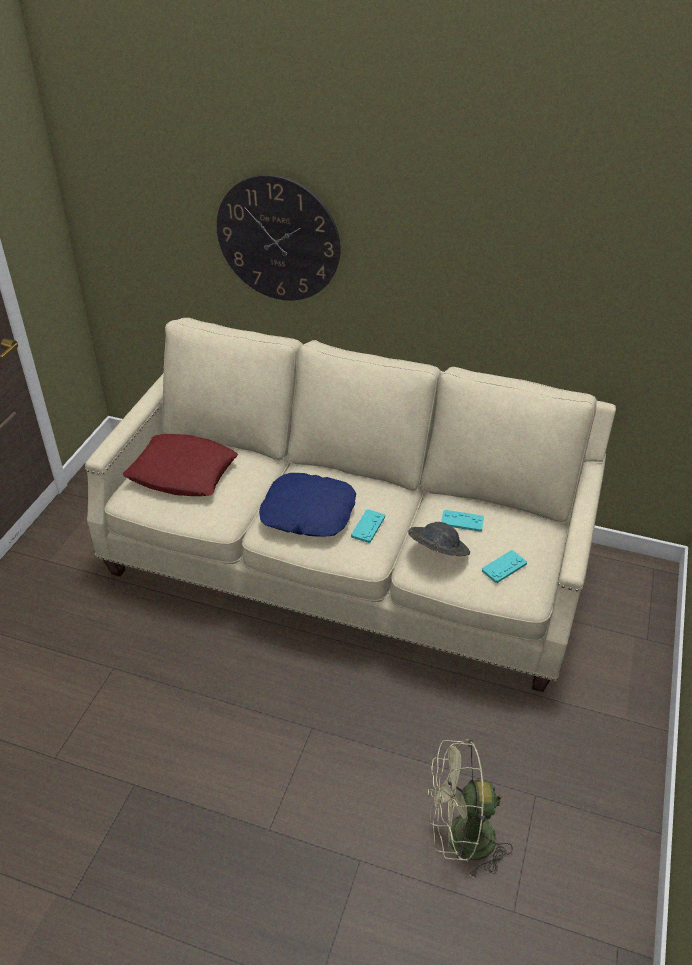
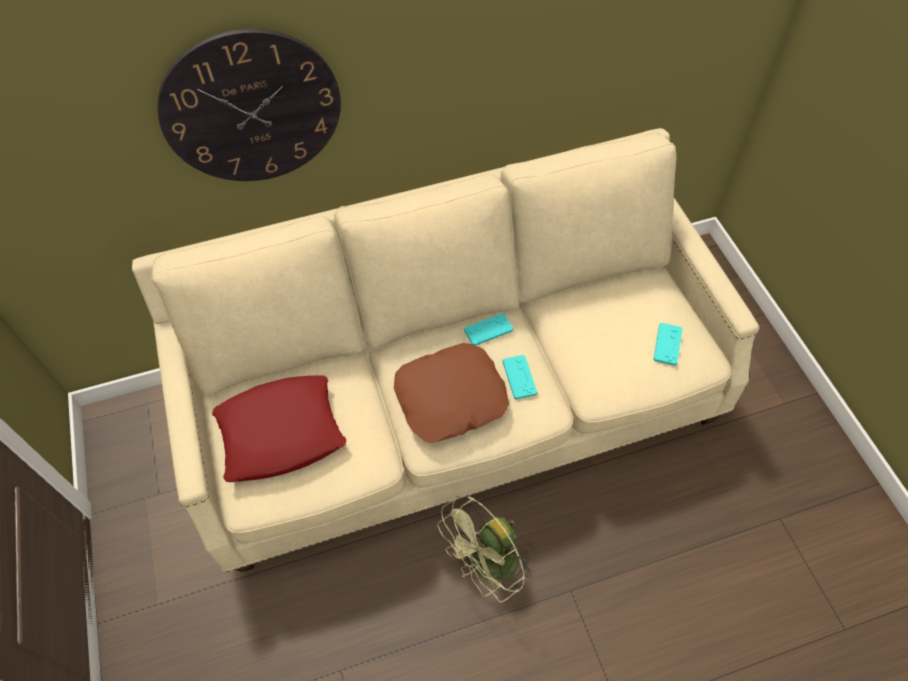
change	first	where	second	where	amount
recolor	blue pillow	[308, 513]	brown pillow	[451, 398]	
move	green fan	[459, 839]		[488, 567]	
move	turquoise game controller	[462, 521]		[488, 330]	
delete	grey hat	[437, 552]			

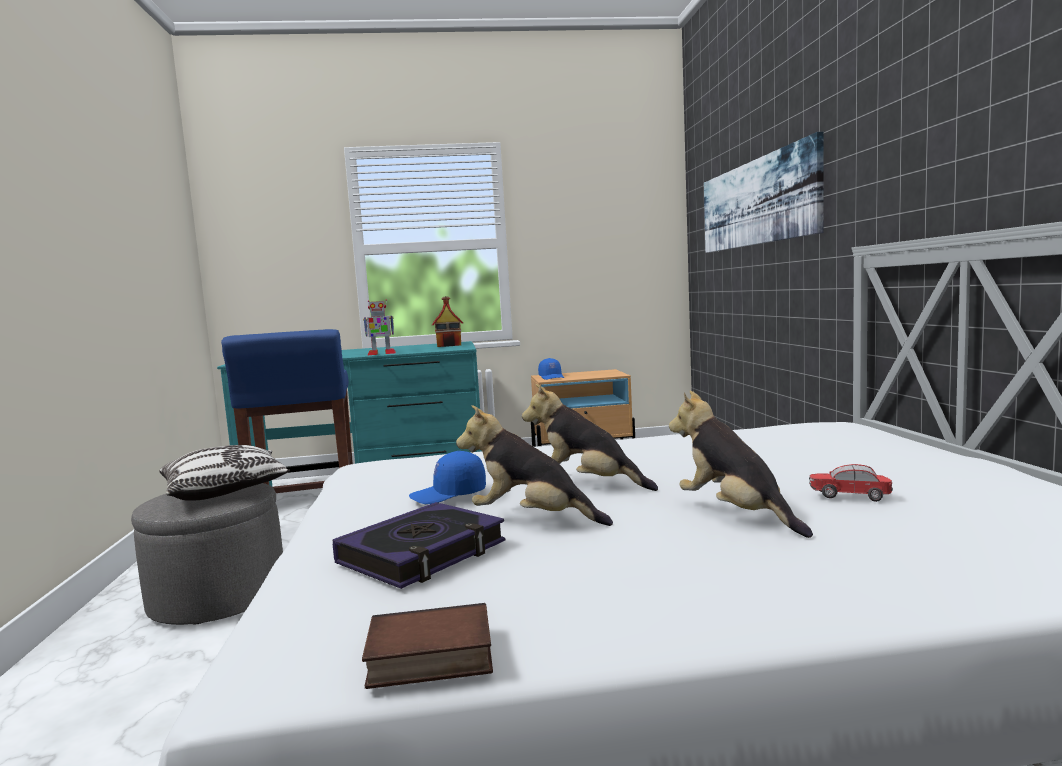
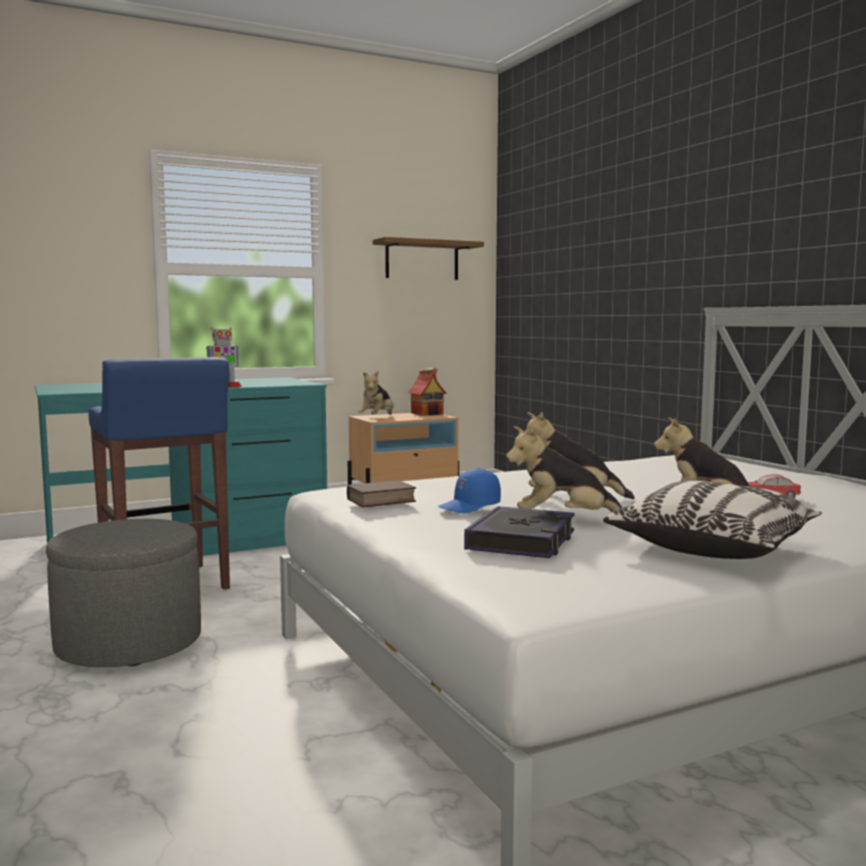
change	first	where	second	where	amount
move	book	[428, 659]		[381, 501]	
replace	blue cap	[552, 377]	plush toy	[377, 418]	
insert			shelf	[422, 260]	
move	toy house	[449, 345]		[428, 413]	
move	pillow	[226, 491]		[712, 547]	
delete	picture	[756, 203]			

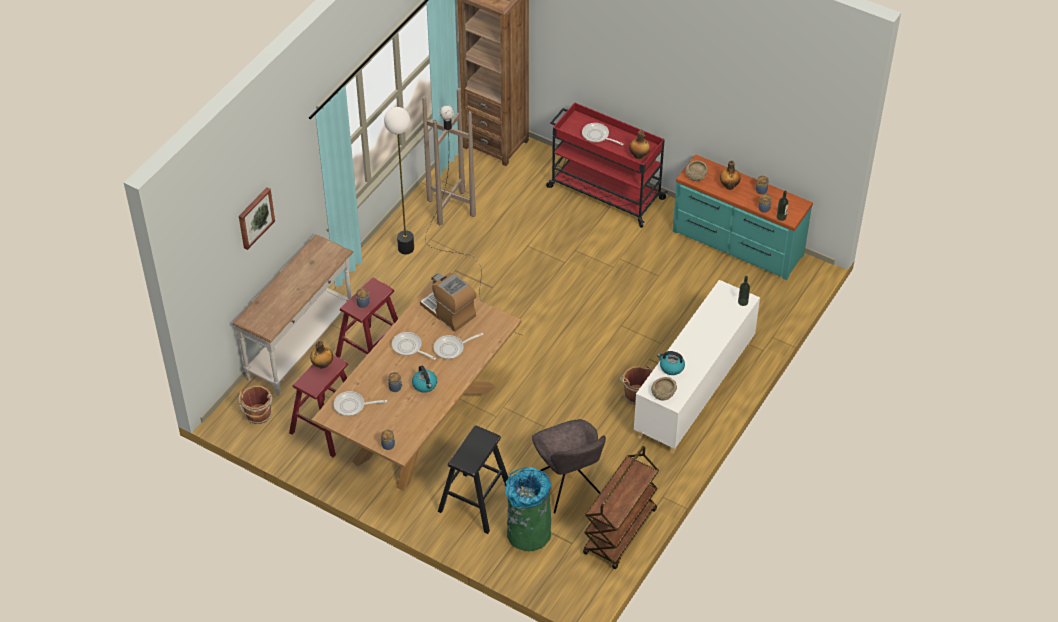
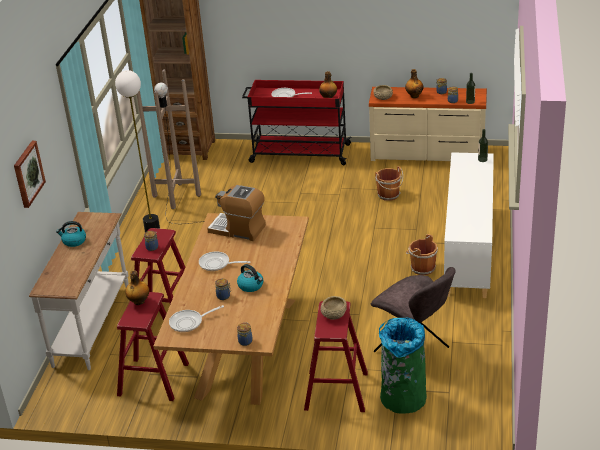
change	first	where	second	where	amount
move	kettle	[671, 367]		[74, 241]	
recolor	black stool	[476, 503]	red stool	[336, 391]	
move	beige bowl	[663, 392]		[333, 313]	
recolor	turquoise dresser	[737, 244]	beige dresser	[427, 154]	
move	brown bucket	[258, 415]		[389, 195]	
delete	frying pan	[451, 348]			
delete	brown cart	[620, 532]			

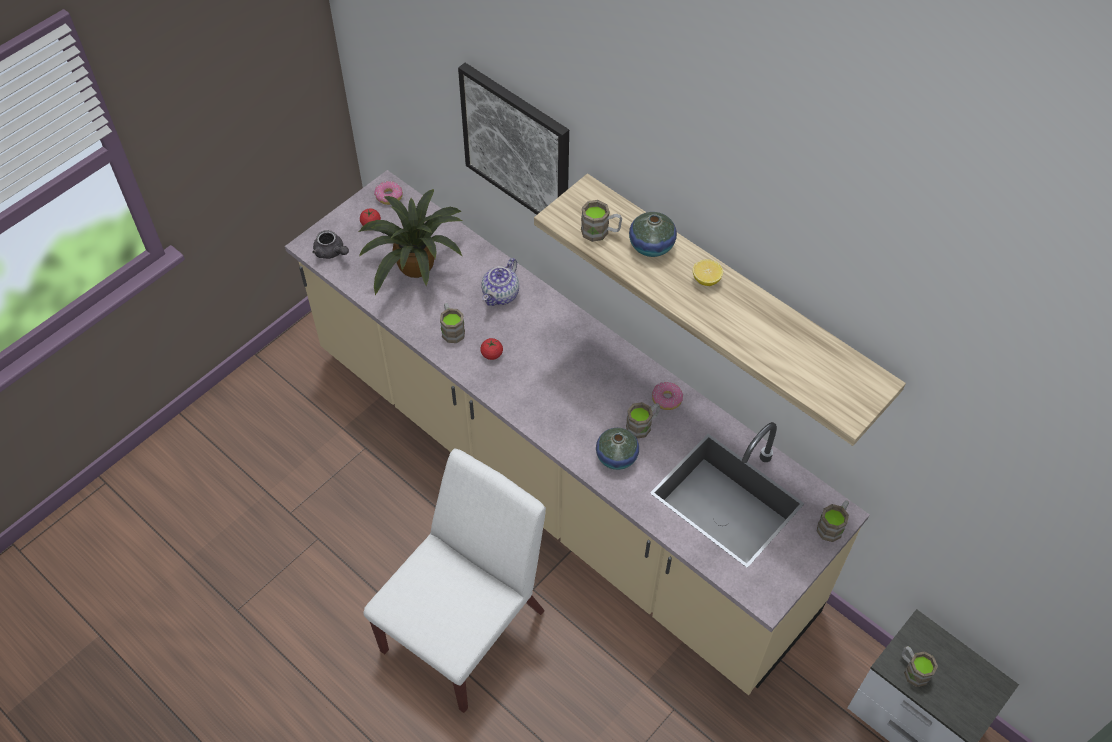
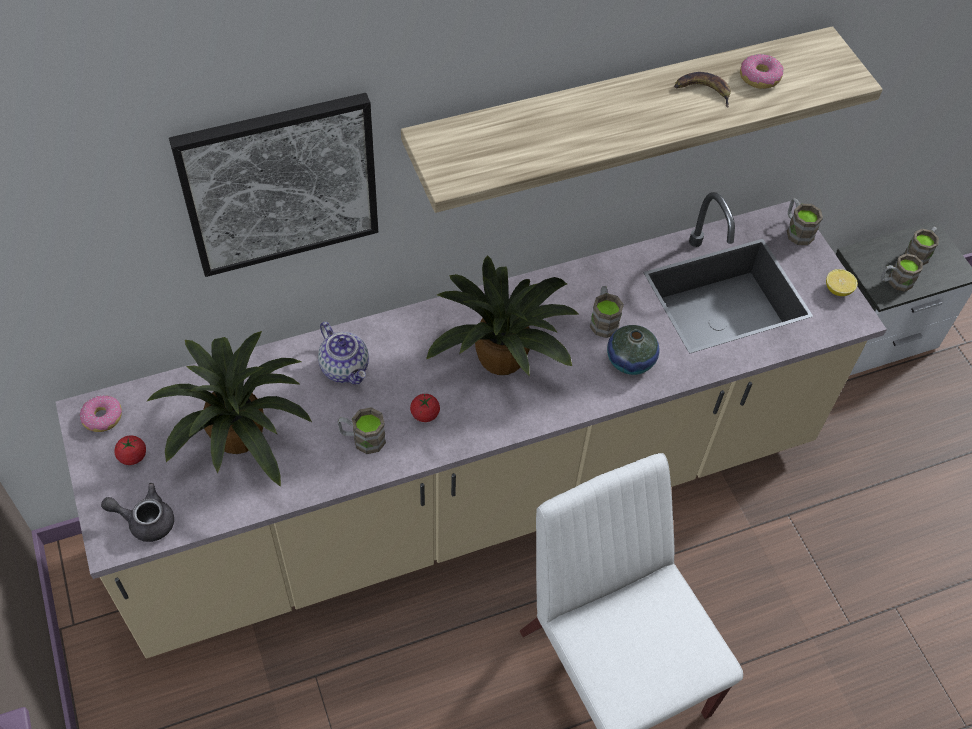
change	first	where	second	where	amount
rotate	grey teapot	[331, 252]		[145, 521]	150 degrees counterclockwise
insert			potted plant	[502, 354]	
insert			banana	[702, 91]	
move	donut	[667, 399]		[759, 77]	
move	lemon	[706, 280]		[837, 290]	
move	brown mug	[600, 232]		[919, 253]	
delete	vase	[651, 245]			

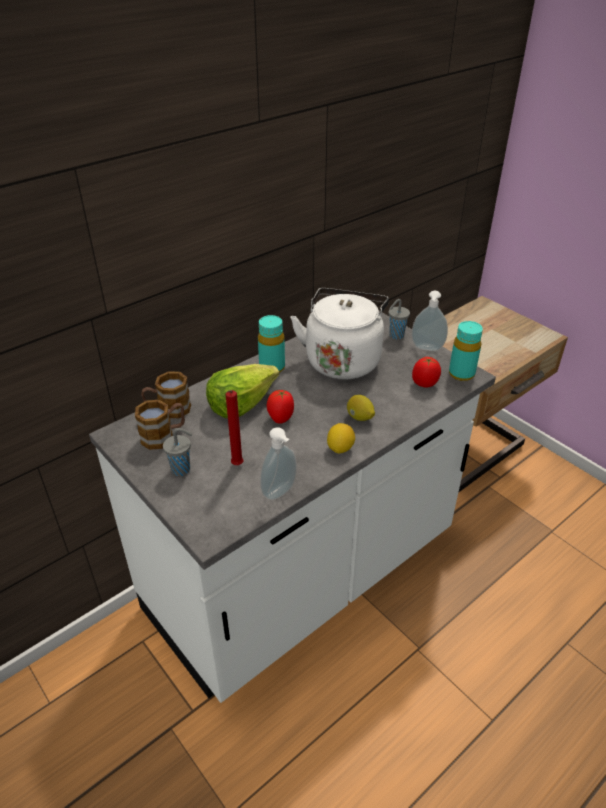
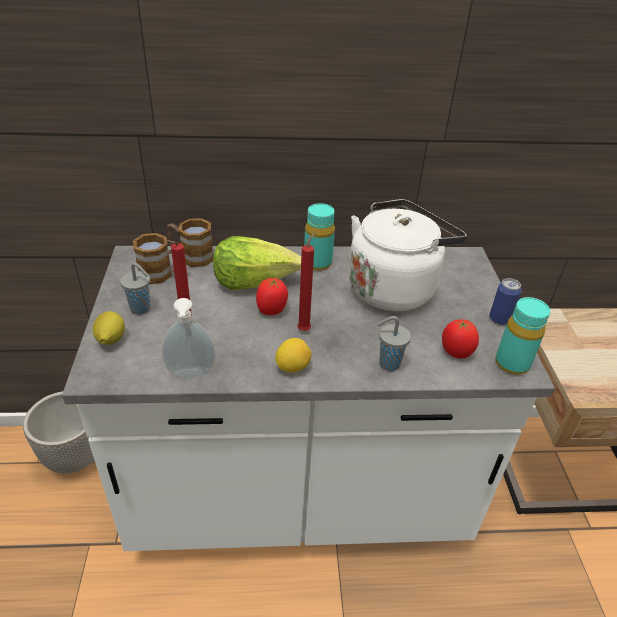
change	first	where	second	where	amount
insert			planter	[74, 458]	
move	lemon	[360, 418]		[110, 339]	
insert			red candle	[305, 329]	
move	grey cup	[395, 336]		[388, 364]	
replace	soap dispenser	[427, 349]	can	[499, 319]	

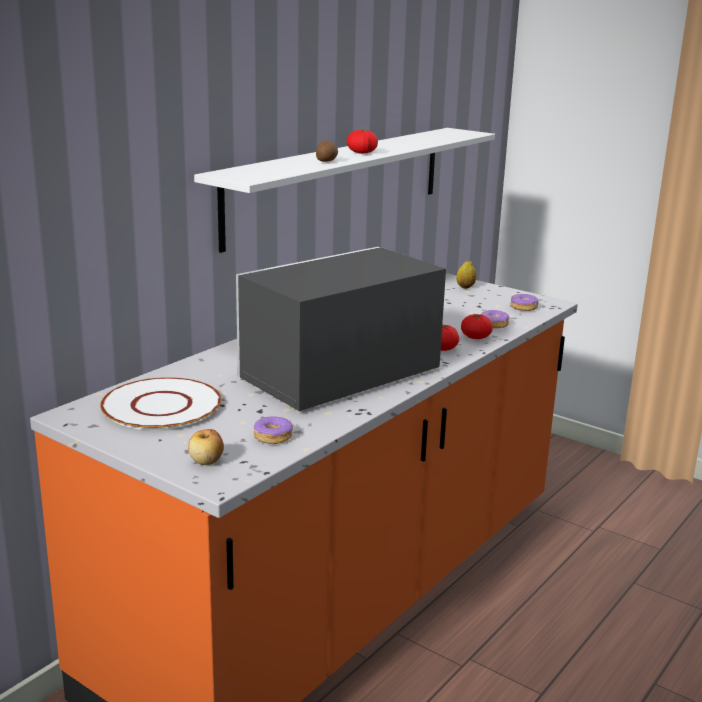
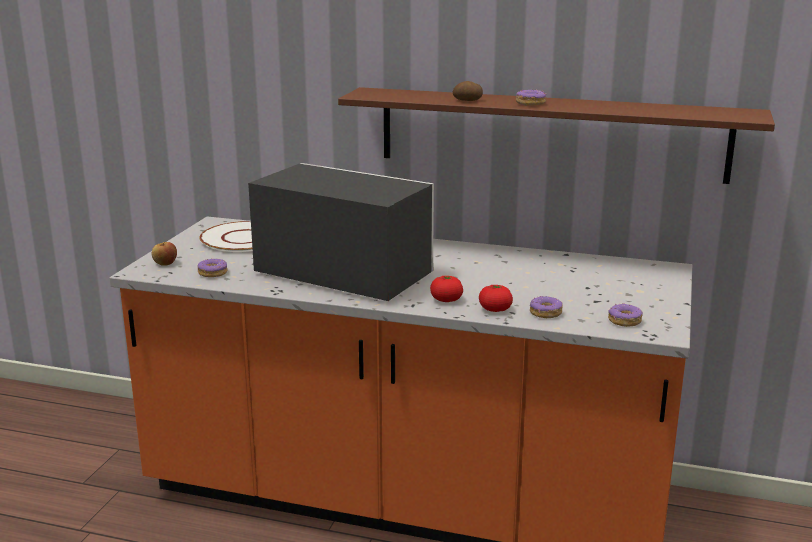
change	first	where	second	where	amount
recolor	white shelf	[340, 183]	brown shelf	[550, 134]	
replace	tomato	[362, 153]	donut	[530, 103]	
delete	lemon	[465, 287]			

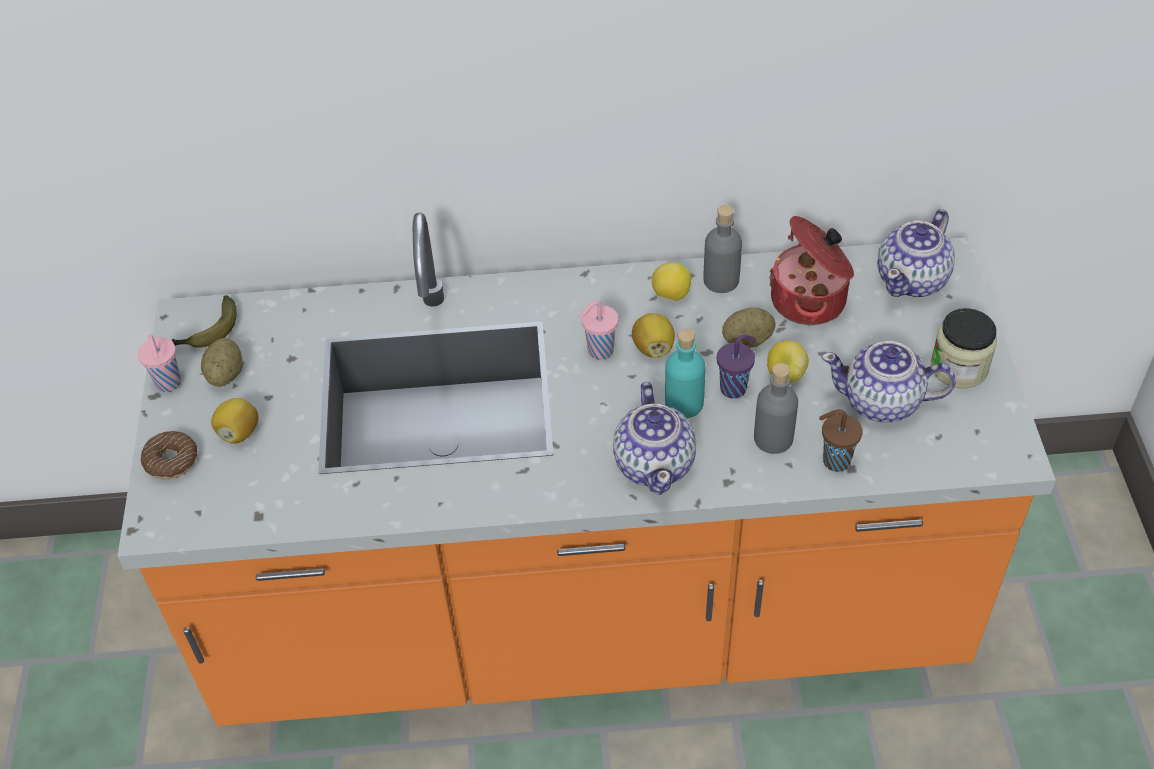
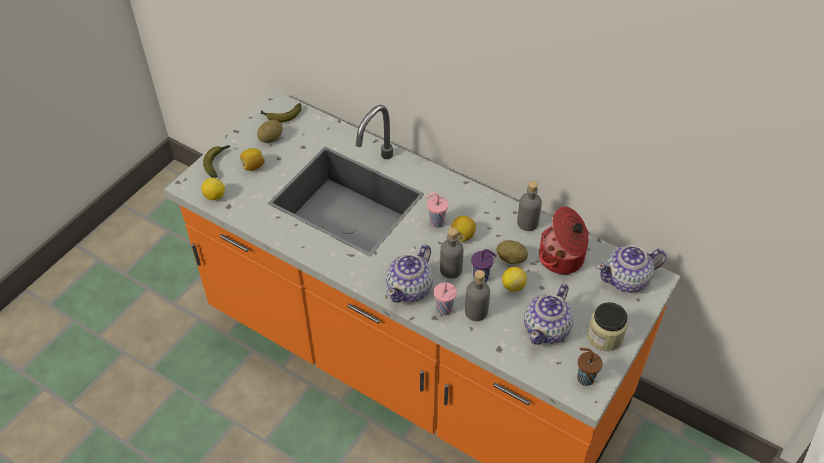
change	first	where	second	where	amount
move	lemon	[670, 295]		[214, 196]	
replace	donut	[171, 461]	banana	[217, 162]	
move	pink cup	[169, 384]		[444, 310]	
recolor	turquoise bottle	[684, 403]	grey bottle	[450, 270]	
rotate	teapot	[882, 402]		[547, 329]	105 degrees counterclockwise
move	brown cup	[834, 461]		[584, 378]	

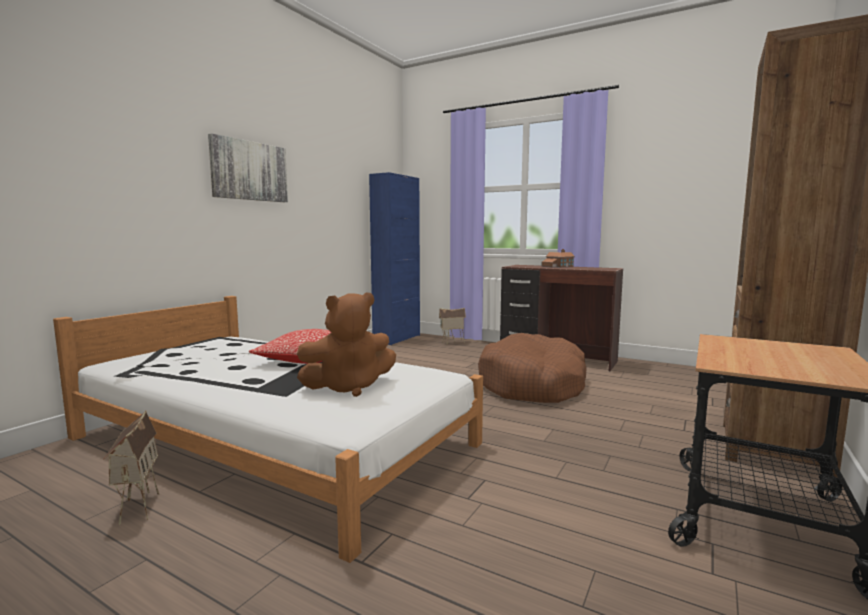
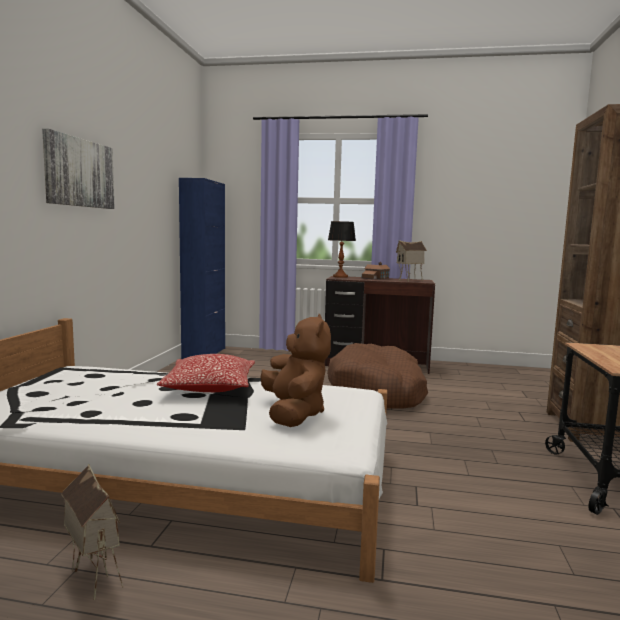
change	first	where	second	where	amount
rotate	brown plush toy	[349, 387]		[293, 414]	60 degrees counterclockwise
insert			table lamp	[340, 276]	
move	toy house	[452, 343]		[410, 281]	

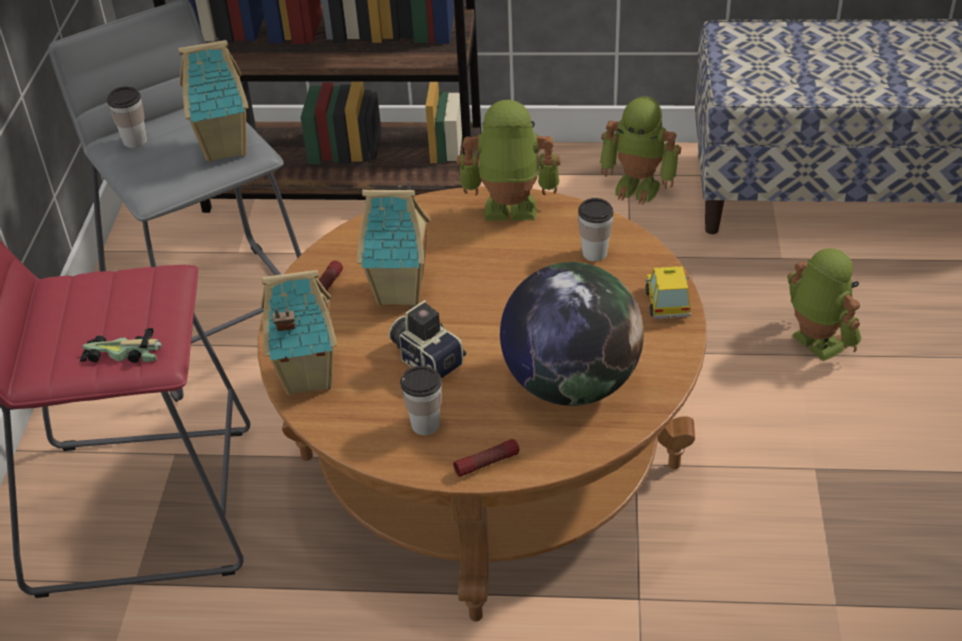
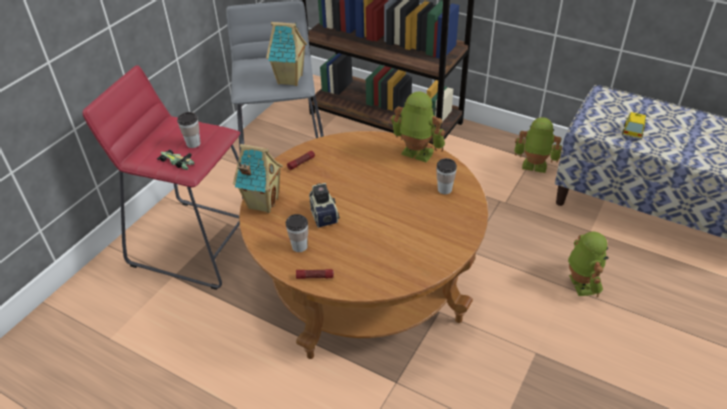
change	first	where	second	where	amount
move	cup	[135, 141]		[193, 143]	
rotate	toy robot	[639, 186]		[533, 167]	150 degrees clockwise
move	toy car	[667, 302]		[632, 132]	
delete	toy house	[401, 292]			
delete	globe	[570, 383]			

